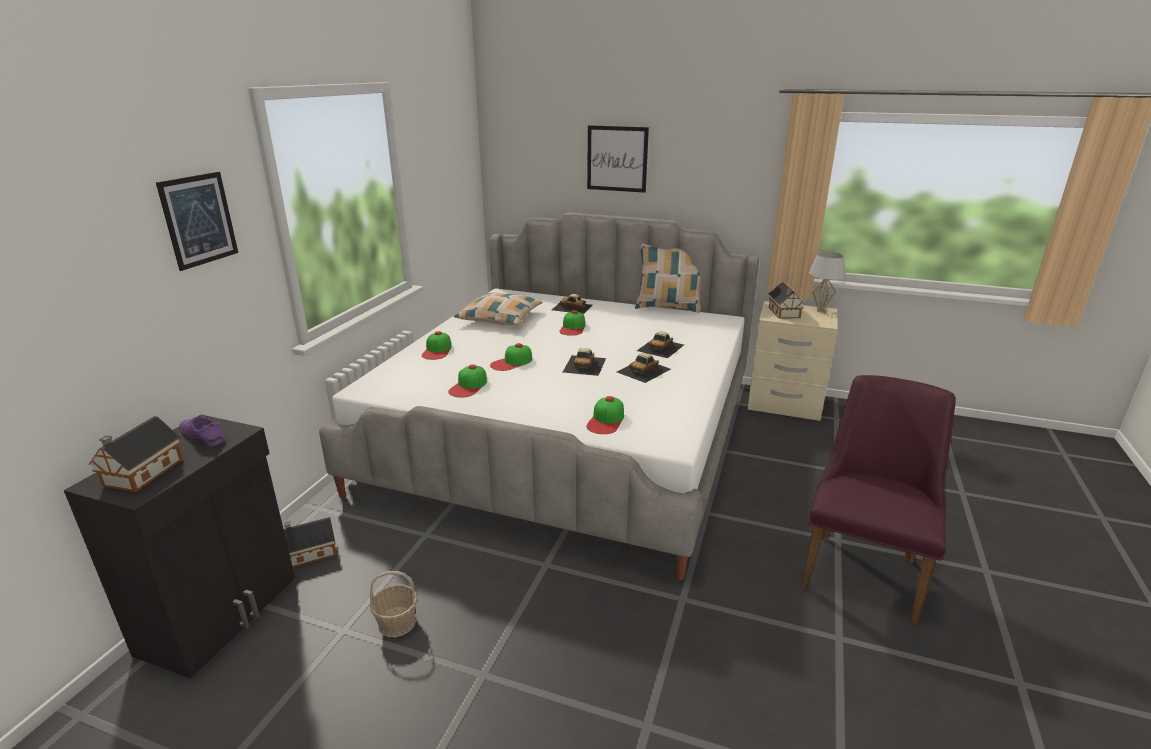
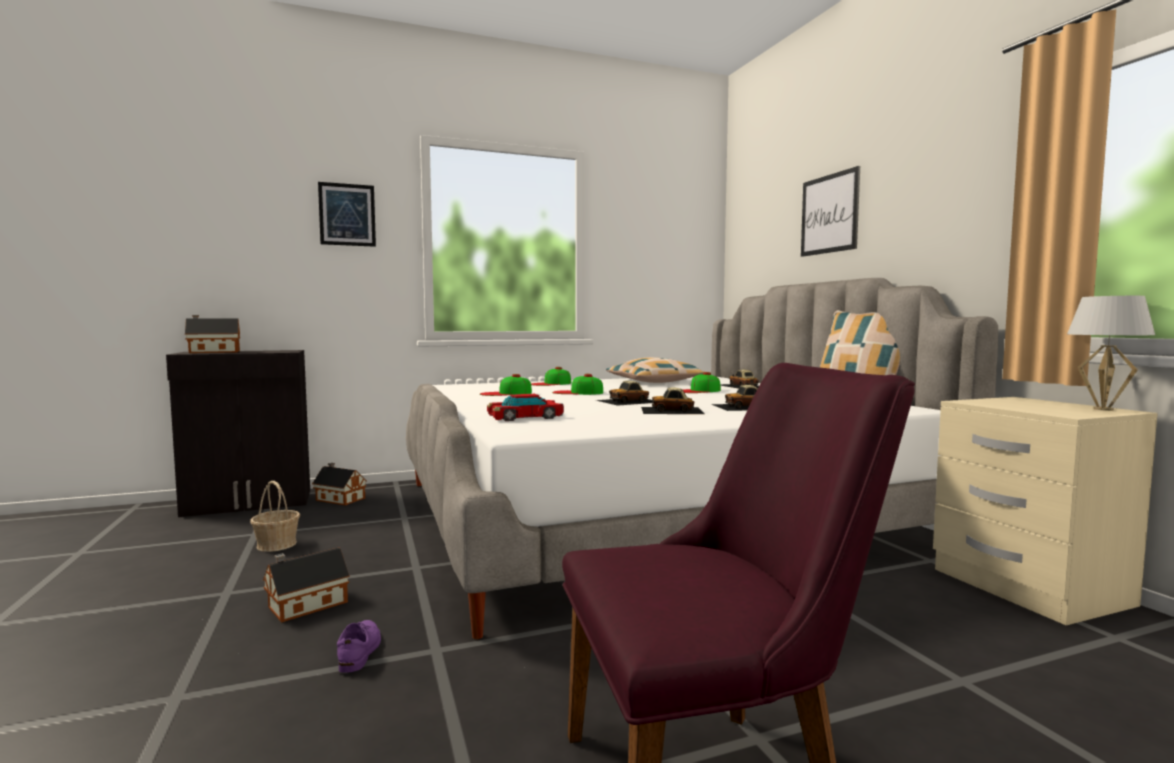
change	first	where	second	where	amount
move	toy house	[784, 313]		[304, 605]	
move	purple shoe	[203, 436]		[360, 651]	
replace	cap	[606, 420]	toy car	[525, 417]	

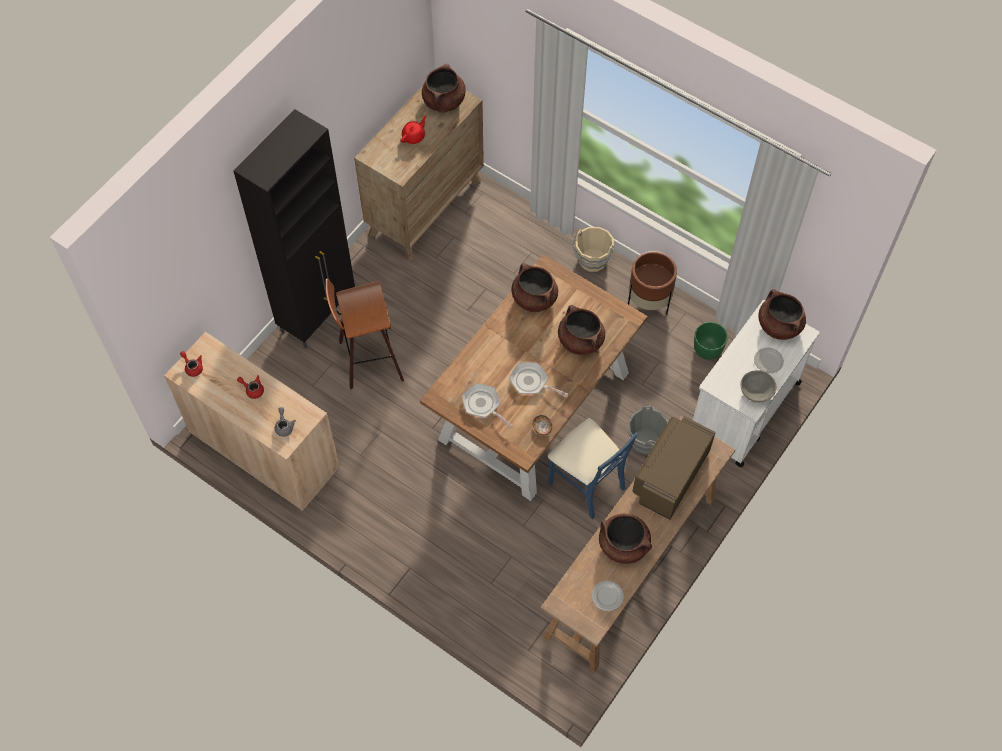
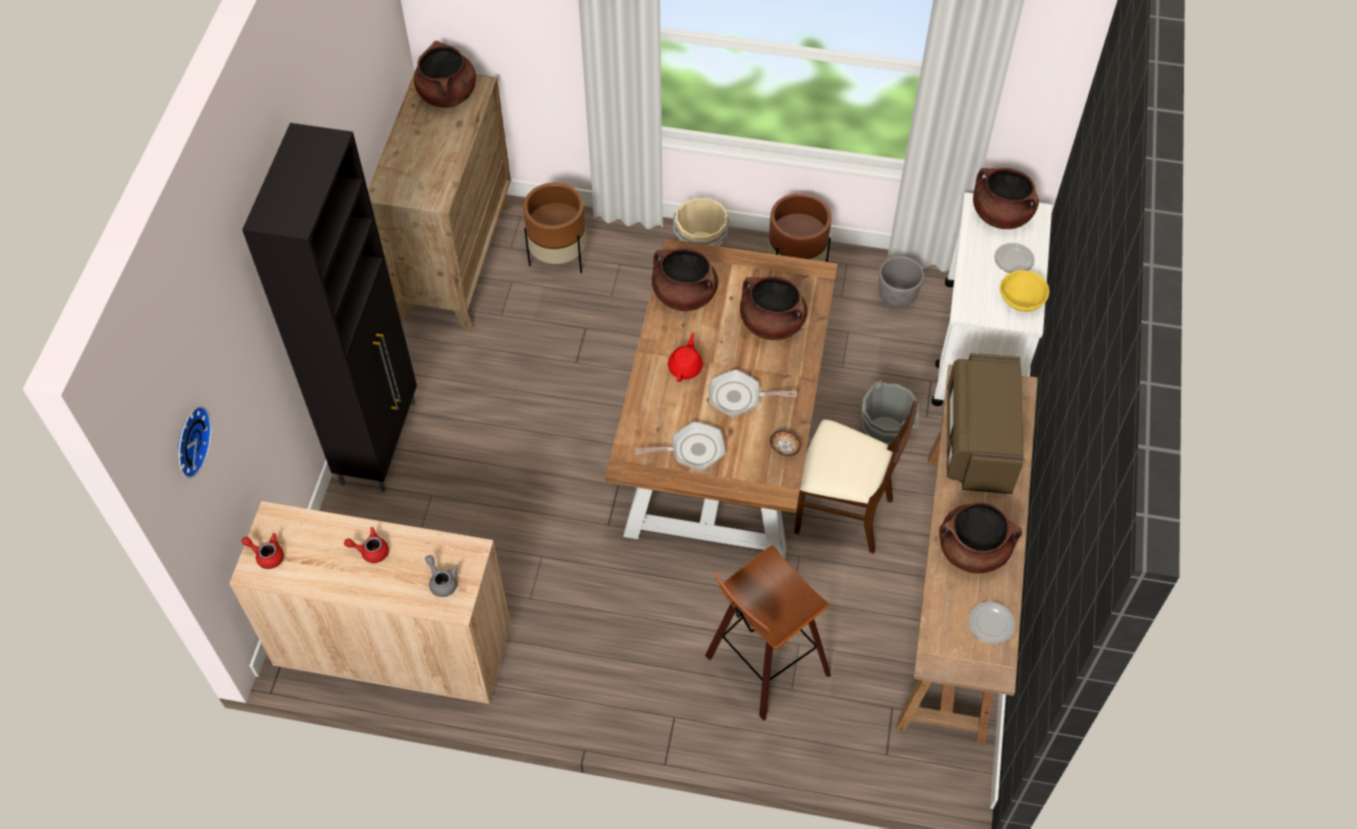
change	first	where	second	where	amount
insert			wall clock	[189, 441]	
insert			brown planter	[558, 257]	
rotate	frying pan	[483, 405]		[692, 450]	150 degrees clockwise
move	red teapot	[414, 136]		[685, 367]	
move	stool	[368, 359]		[763, 665]	
recolor	blue chair	[586, 483]	beige chair	[842, 513]	
recolor	green planter	[707, 350]	grey planter	[897, 297]	
recolor	grey bowl	[756, 391]	yellow bowl	[1020, 300]	

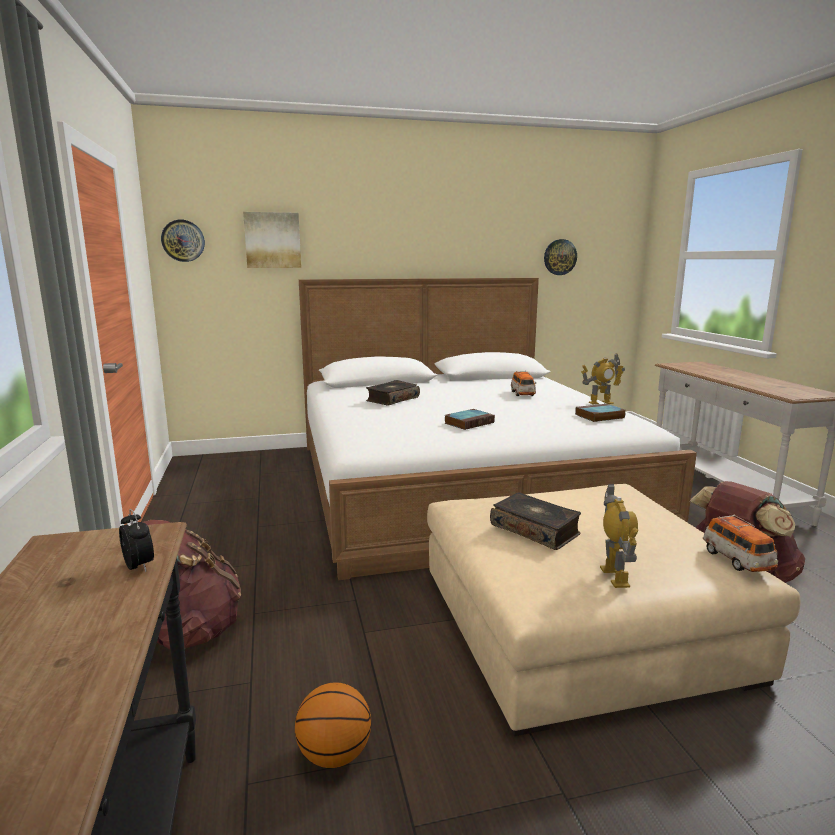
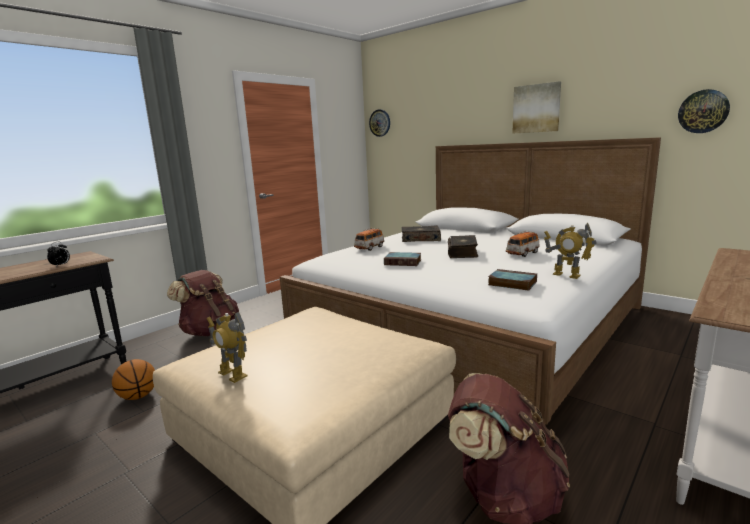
change	first	where	second	where	amount
rotate	toy robot	[615, 576]		[232, 374]	75 degrees clockwise
move	toy car	[737, 560]		[369, 248]	
move	book	[535, 530]		[463, 252]	
move	picture	[272, 240]		[536, 108]	

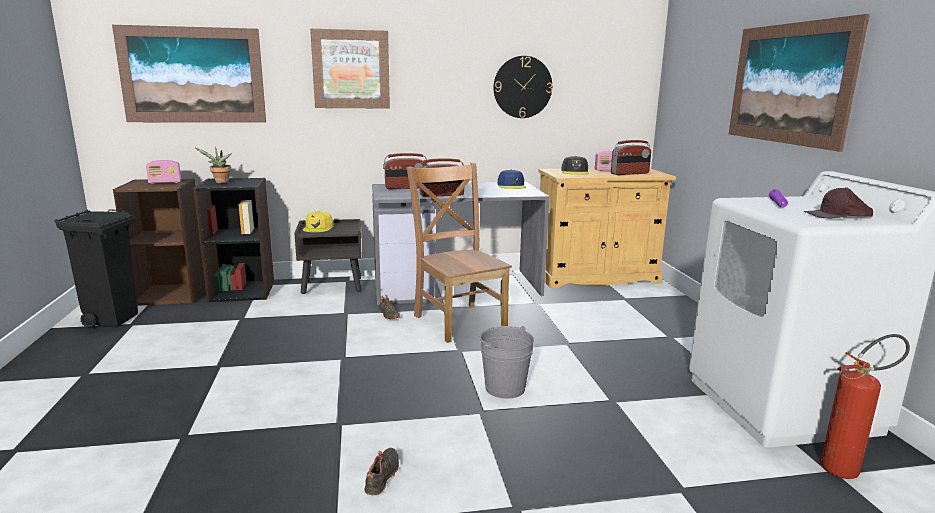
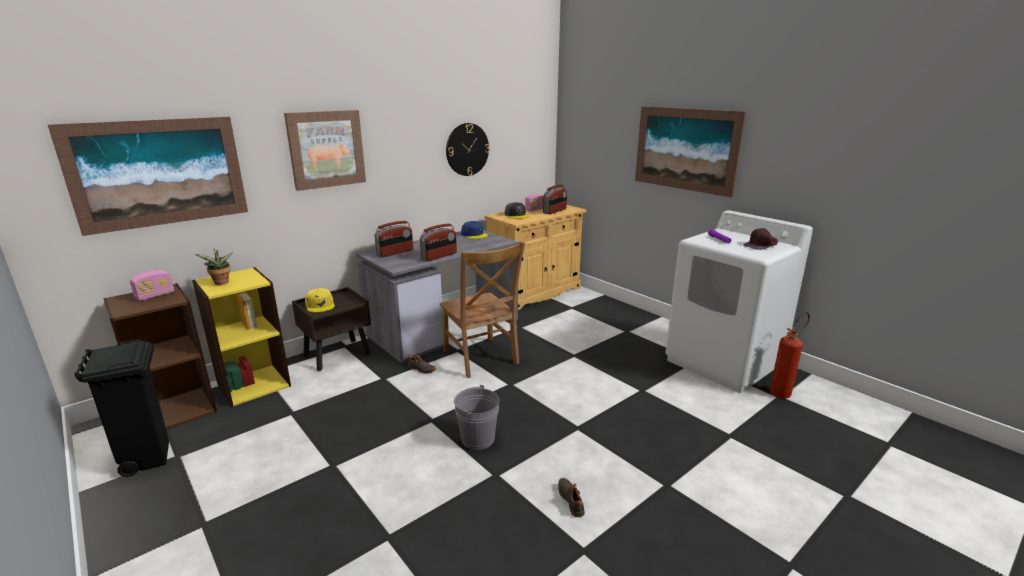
change	first	where	second	where	amount
recolor	black bookcase	[242, 291]	yellow bookcase	[253, 384]	
rotate	brown chair	[458, 320]		[481, 359]	150 degrees counterclockwise
move	grey bucket	[505, 388]		[477, 439]	

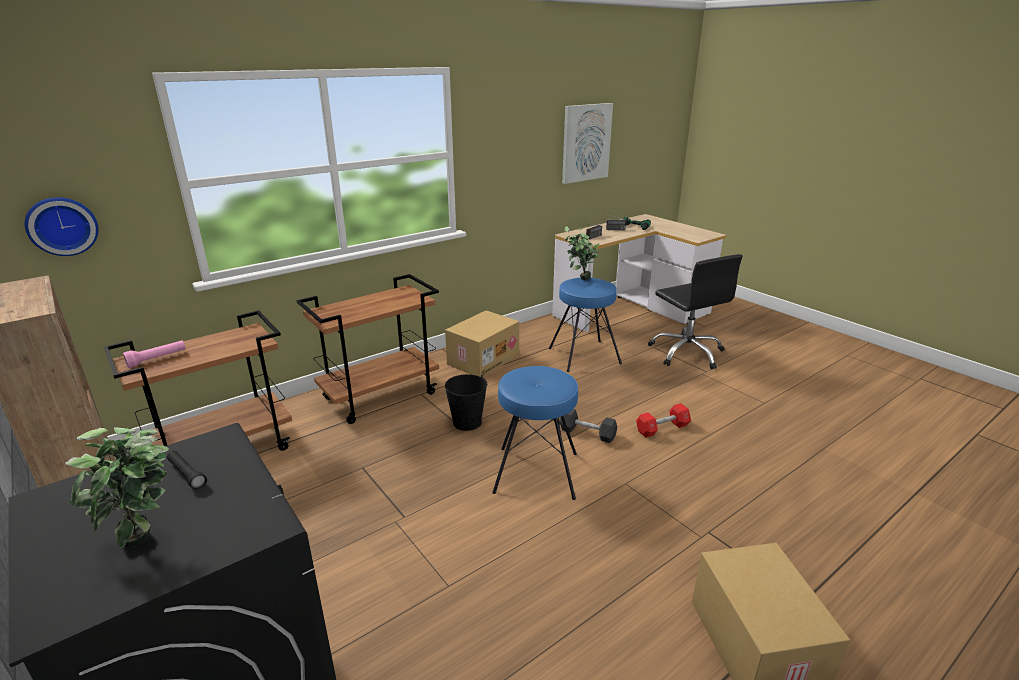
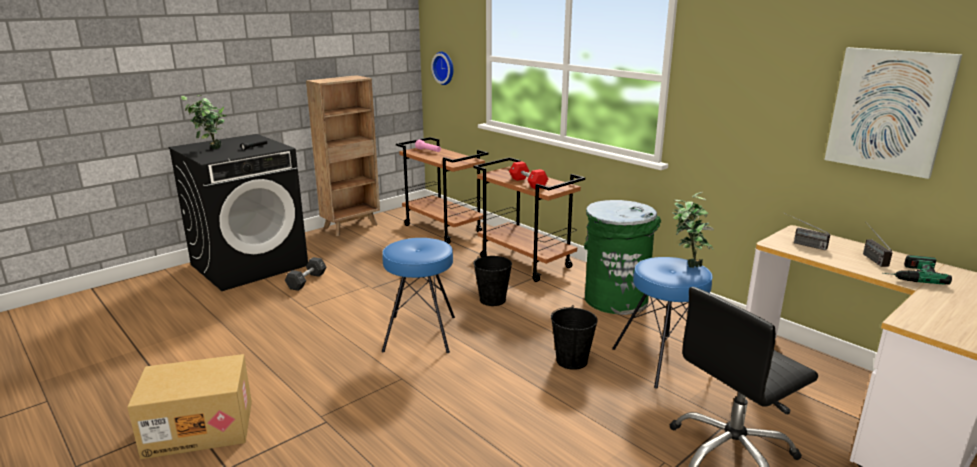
change	first	where	second	where	amount
move	black dumbbell	[587, 433]		[306, 281]	
move	red dumbbell	[662, 428]		[528, 183]	
insert			black bucket	[572, 360]	
replace	cardboard box	[483, 359]	green trash can	[615, 299]	

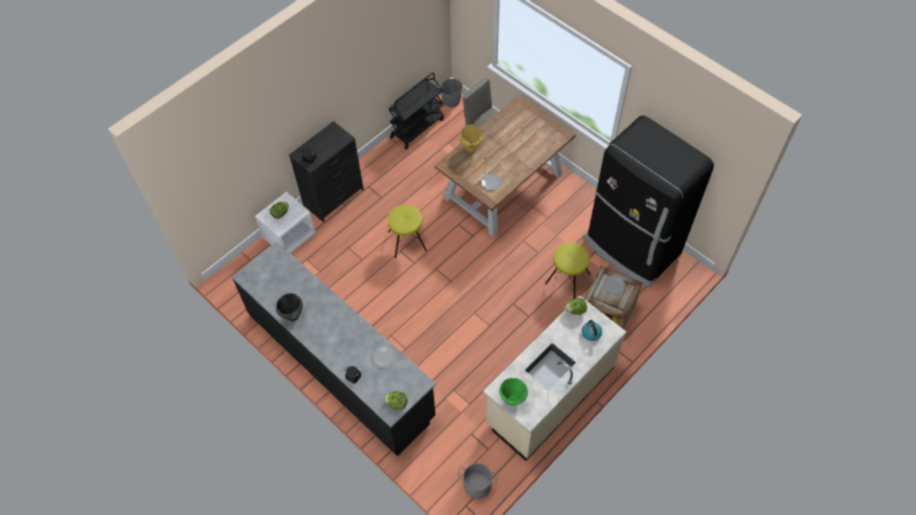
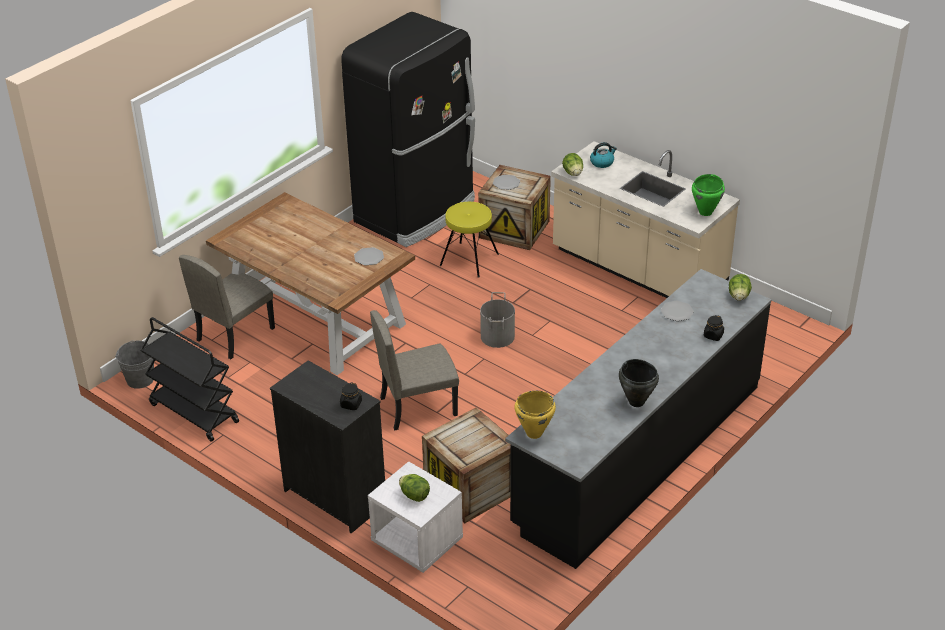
change	first	where	second	where	amount
replace	yellow stool	[407, 241]	beige chair	[418, 406]	
insert			crate	[471, 488]	
move	grey bucket	[477, 485]		[497, 336]	
move	yellow cooking pot	[471, 148]		[533, 433]	

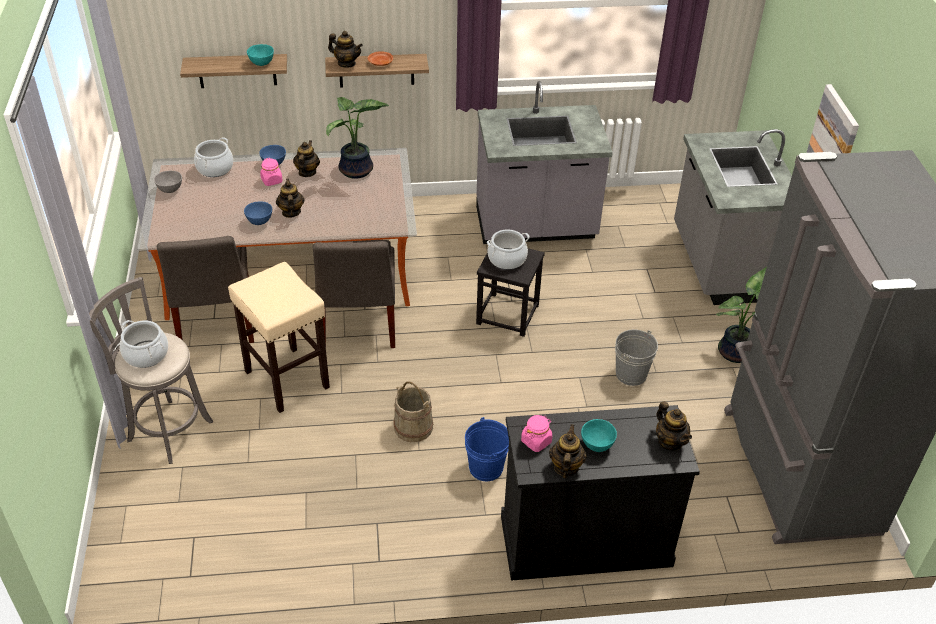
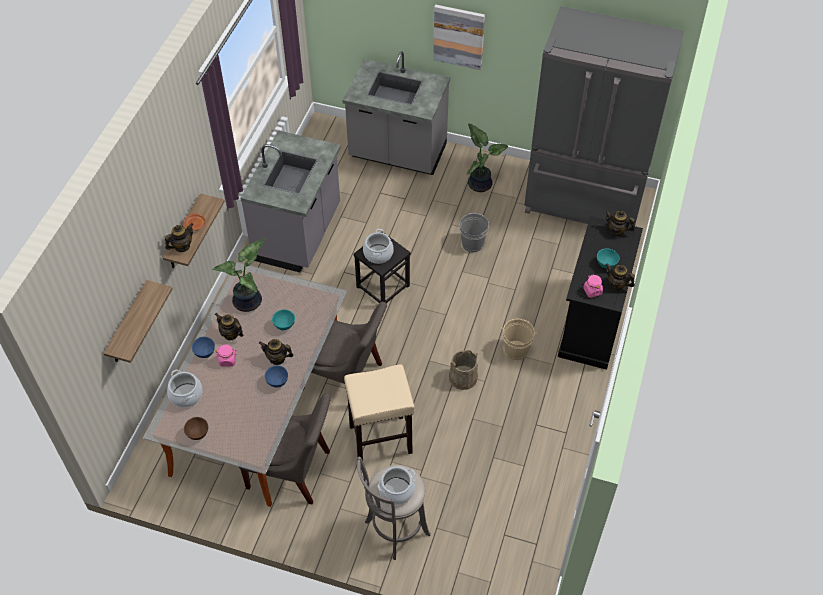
change	first	where	second	where	amount
recolor	grey bowl	[170, 190]	brown bowl	[197, 434]	
move	turquoise bowl	[261, 63]		[285, 325]	
recolor	blue bucket	[486, 468]	beige bucket	[516, 350]	
rotate	teapot	[670, 442]		[617, 231]	150 degrees counterclockwise

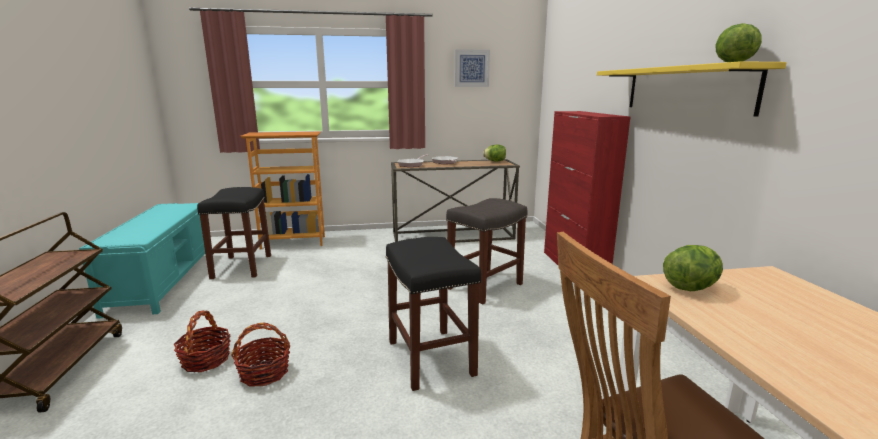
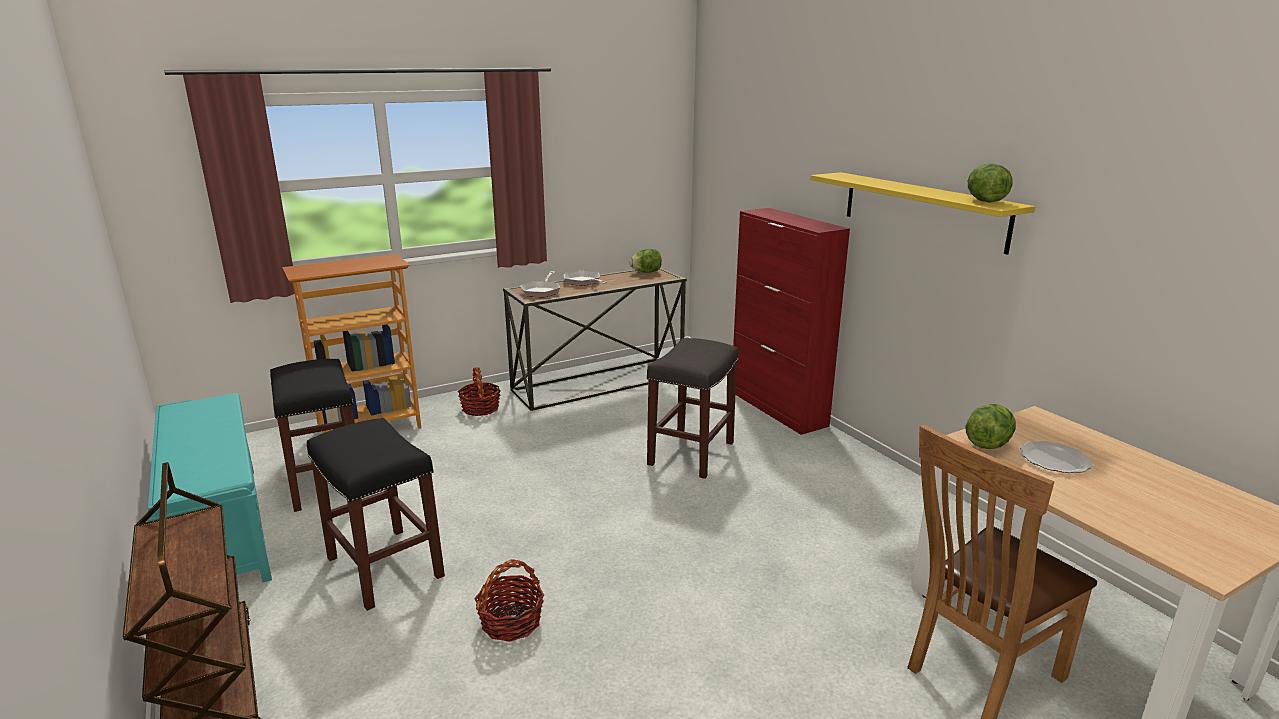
change	first	where	second	where	amount
move	black stool	[431, 358]		[386, 567]	
move	basket	[206, 360]		[480, 408]	
insert			plate	[1055, 460]	
delete	picture	[471, 68]			

